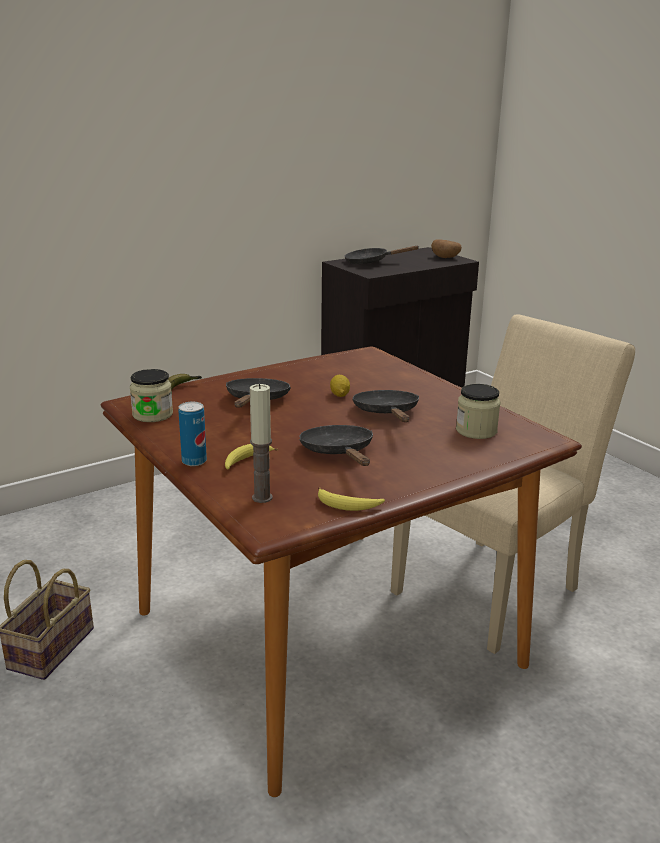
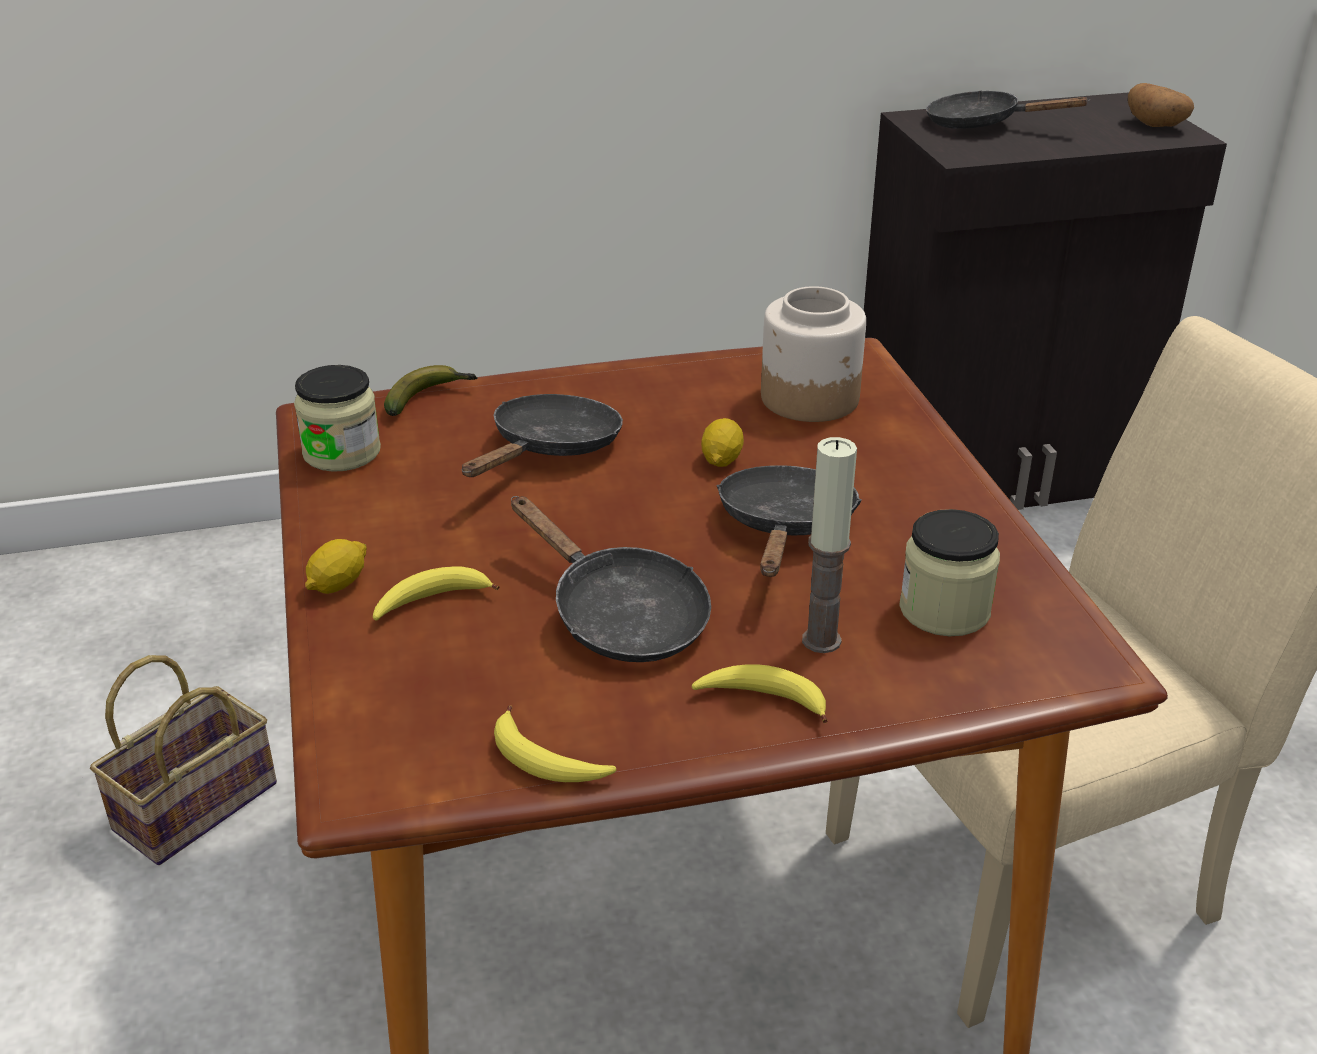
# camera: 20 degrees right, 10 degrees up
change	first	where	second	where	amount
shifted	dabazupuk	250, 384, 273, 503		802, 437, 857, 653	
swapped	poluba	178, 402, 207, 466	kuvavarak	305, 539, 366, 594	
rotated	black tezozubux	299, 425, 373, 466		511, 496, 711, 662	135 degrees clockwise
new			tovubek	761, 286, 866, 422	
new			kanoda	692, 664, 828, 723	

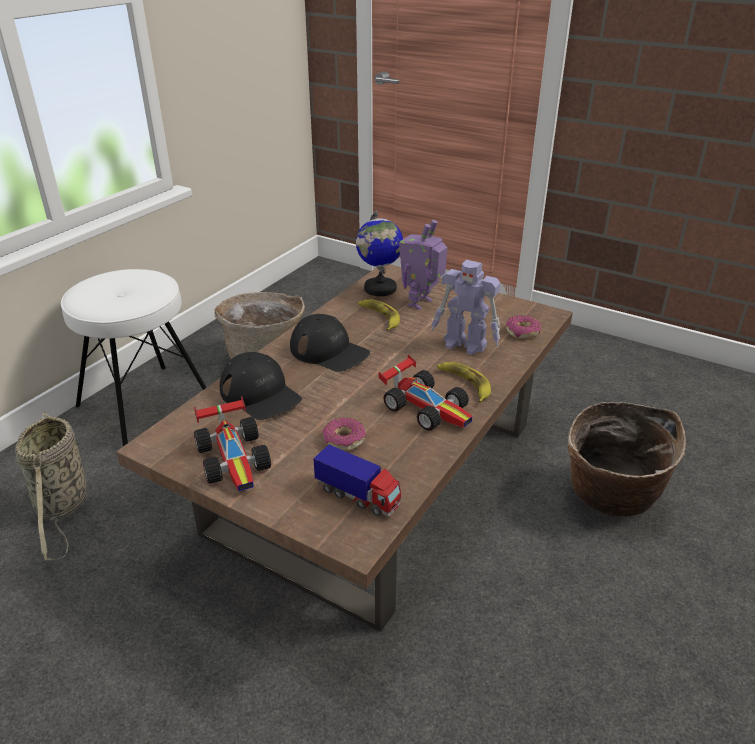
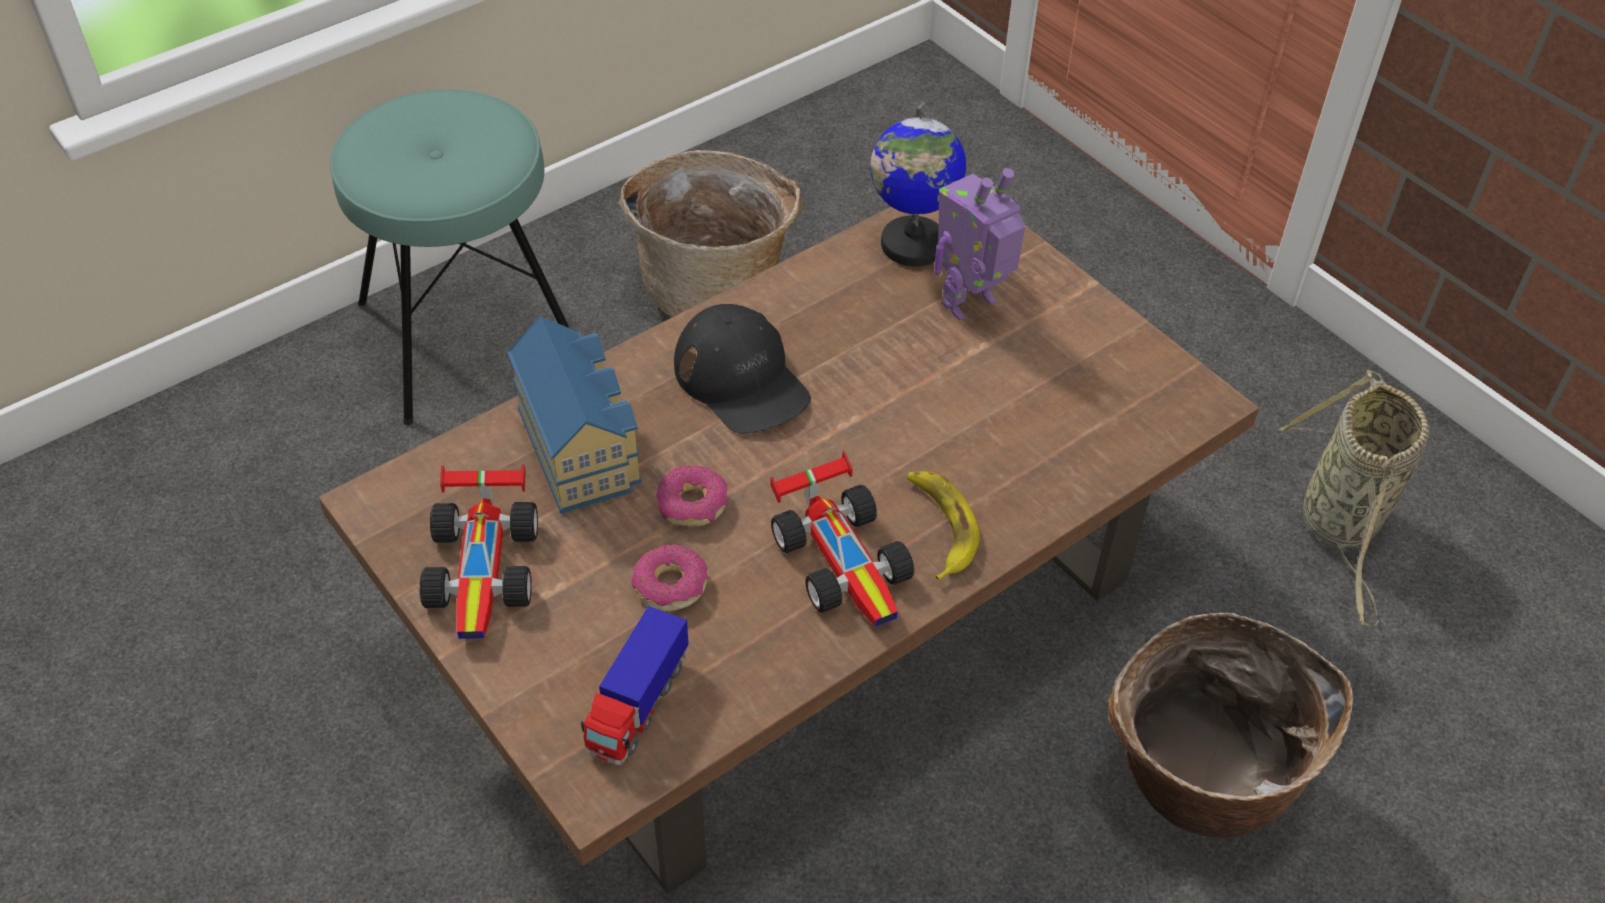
# camera: 20 degrees right, 15 degrees up
change	first	where	second	where	amount
gone	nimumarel	431, 260, 500, 355			
repainted	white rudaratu	61, 269, 207, 446	turquoise rudaratu	330, 90, 569, 425	
gone	kanoda	358, 299, 400, 331			
shifted	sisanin	506, 315, 541, 339		656, 465, 728, 527	
swapped	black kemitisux	220, 352, 302, 420	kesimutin	507, 316, 642, 514	
shifted	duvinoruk	15, 412, 87, 561		1278, 370, 1430, 627	
rotated	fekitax	313, 444, 401, 516		581, 606, 689, 765	60 degrees clockwise

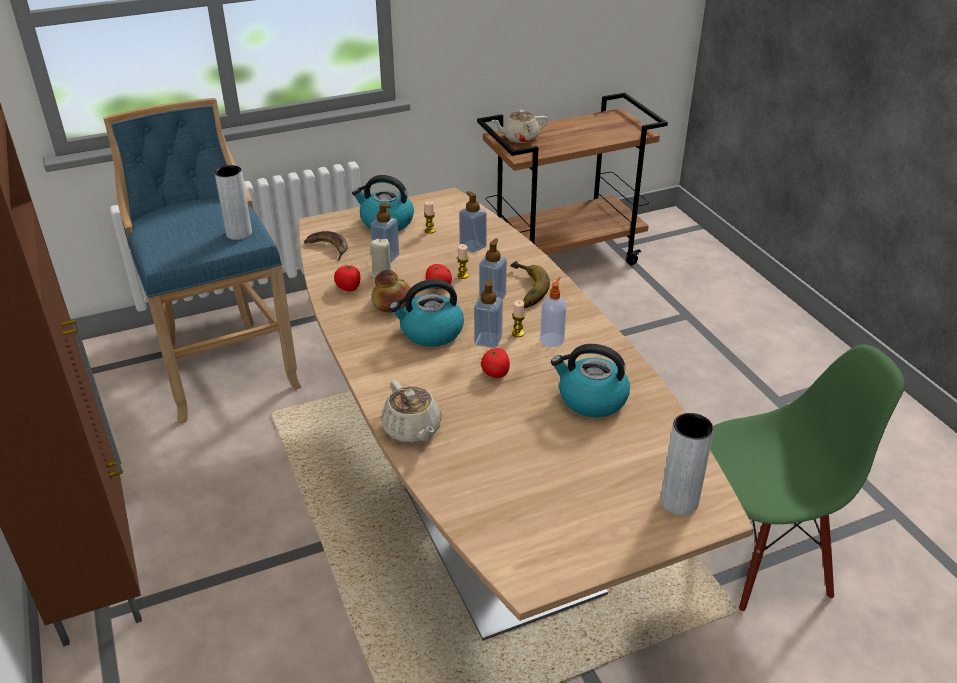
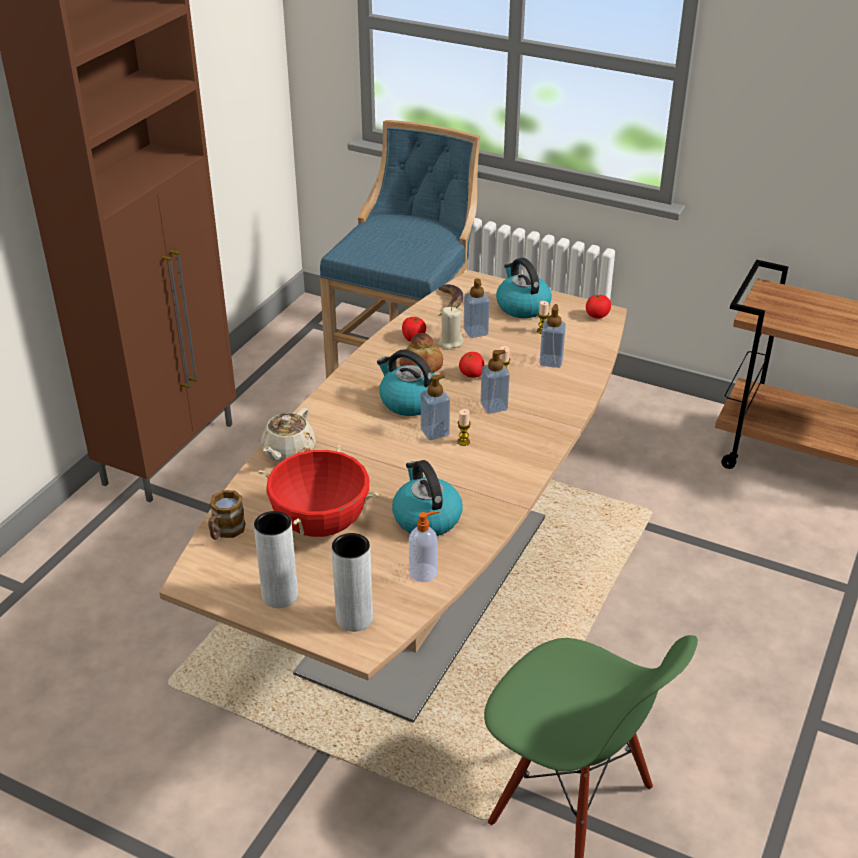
# camera: 50 degrees right, 0 degrees up
change	first	where	second	where	amount
gone	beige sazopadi	491, 110, 548, 143			
shifted	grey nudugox	215, 165, 252, 240		254, 511, 298, 608	
gone	kanoda	511, 261, 550, 308			
shifted	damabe	540, 276, 567, 347		409, 511, 439, 582	
shifted	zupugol	481, 348, 510, 378		586, 294, 611, 319	
new			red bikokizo	258, 445, 379, 537	
new			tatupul	208, 490, 246, 540	

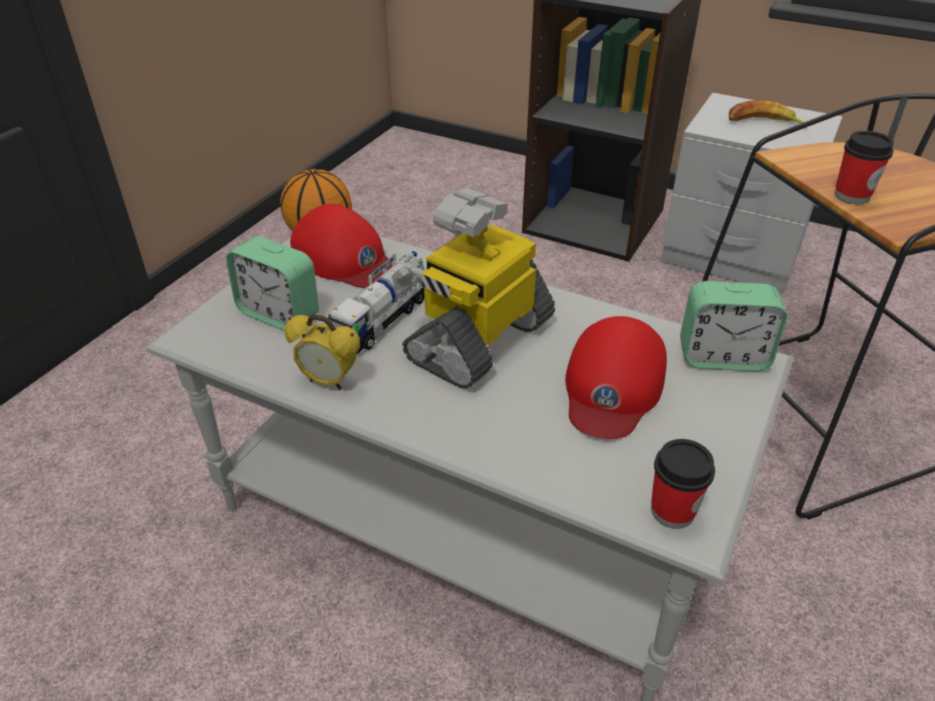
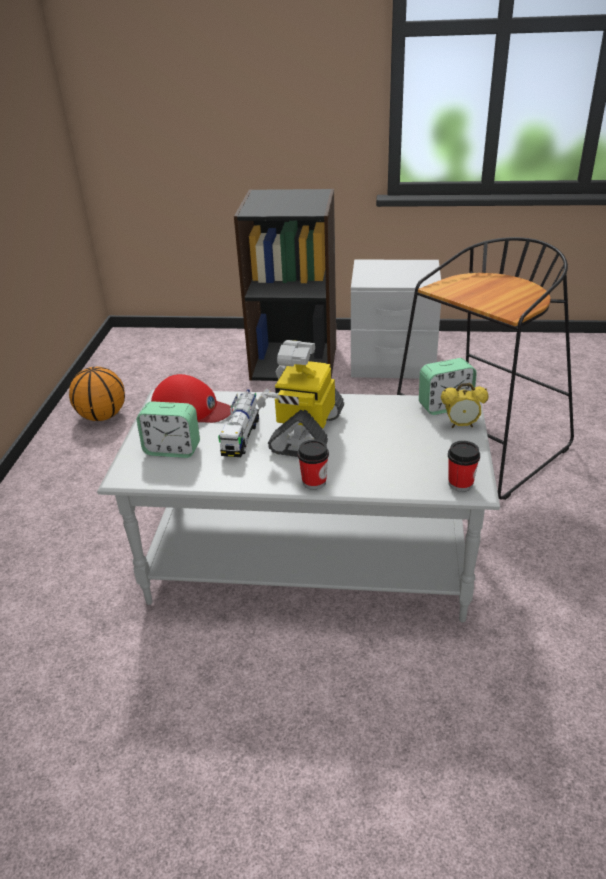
# camera: 20 degrees left, 5 degrees down
change	first	where	second	where	amount
gone	kanoda	729, 100, 803, 124			
shifted	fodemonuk	834, 131, 894, 204		298, 439, 329, 490	
shifted	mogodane	284, 314, 360, 390		441, 383, 489, 428	
gone	red kemitisux	565, 316, 667, 439			

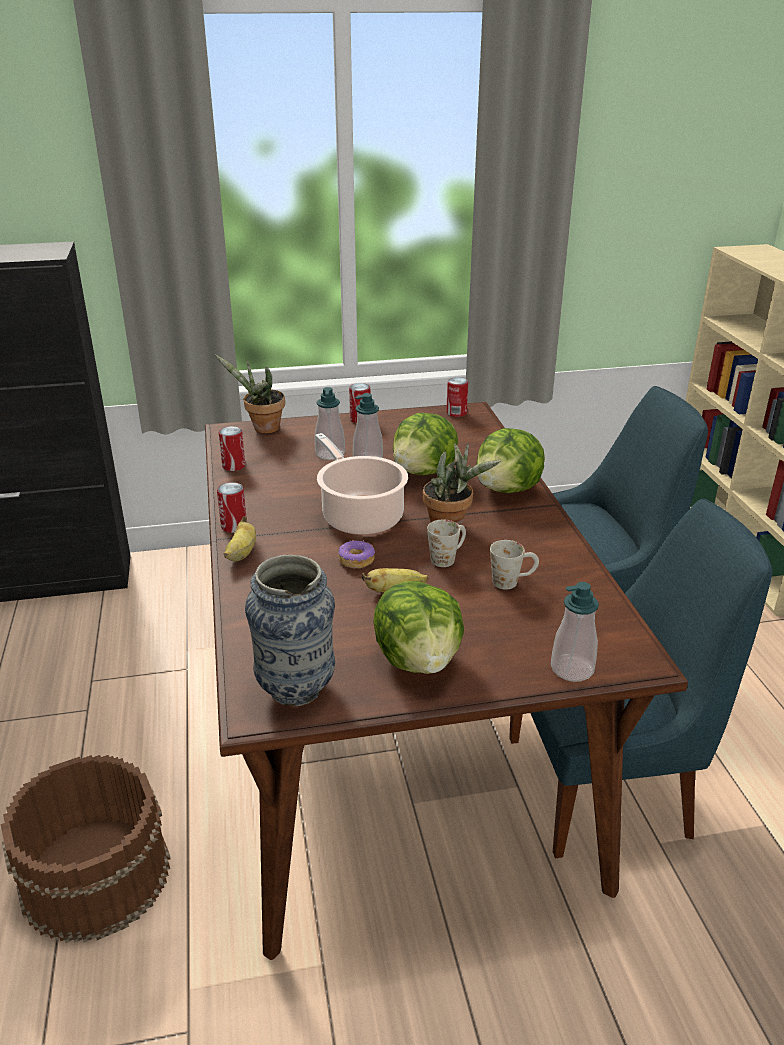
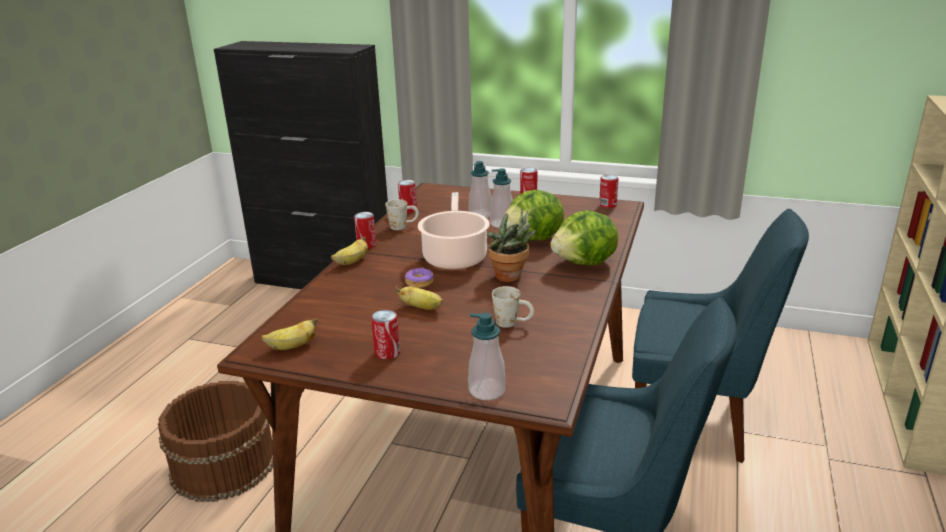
# camera: 30 degrees right, 5 degrees down
change	first	where	second	where	amount
gone	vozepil	215, 355, 285, 434			
shifted	white tatupul	427, 519, 466, 567		385, 199, 419, 230	
swapped	nudugox	245, 555, 335, 706	kanoda	261, 318, 318, 350	
swapped	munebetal	373, 581, 464, 674	poluba	371, 310, 400, 360	

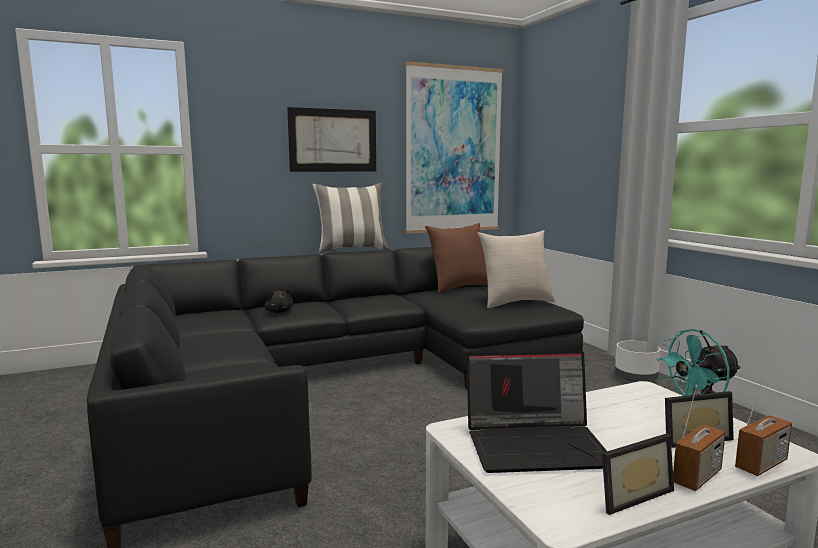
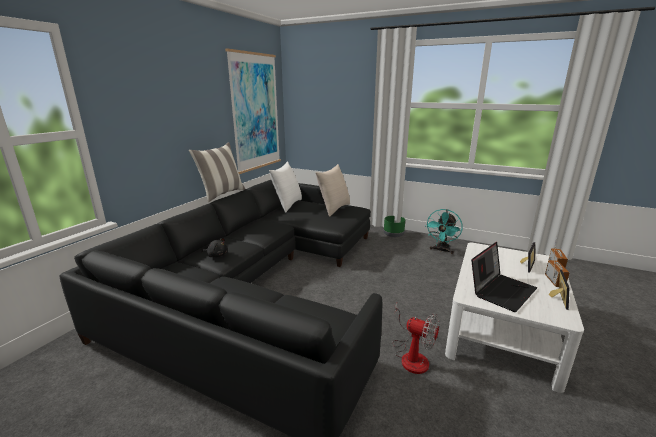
# camera: 40 degrees left, 10 degrees up
change	first	where	second	where	amount
gone	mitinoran	287, 107, 376, 172			
repainted	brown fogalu	425, 223, 488, 294	white fogalu	269, 161, 302, 213	
repainted	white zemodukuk	615, 341, 661, 382	green zemodukuk	384, 216, 405, 237	
new			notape	392, 303, 440, 374	

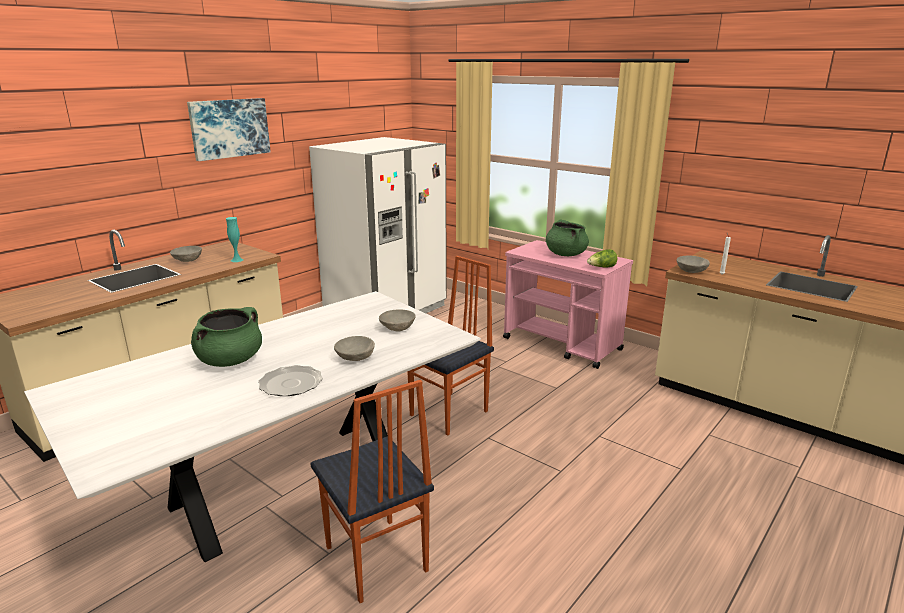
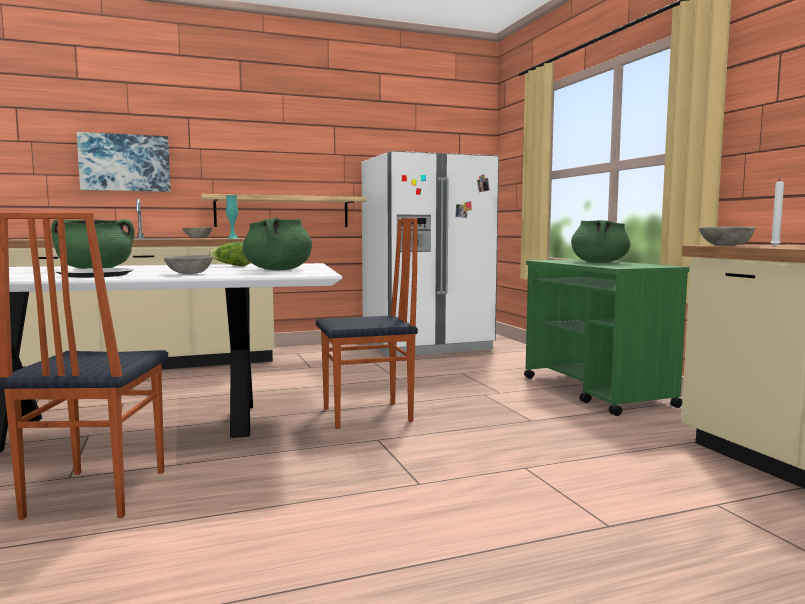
# camera: 30 degrees right, 15 degrees down
change	first	where	second	where	amount
shifted	mitinoran	187, 98, 271, 161		77, 132, 171, 192	
repainted	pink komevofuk	503, 240, 633, 369	green komevofuk	524, 259, 689, 416	
shifted	munebetal	587, 249, 618, 268		209, 241, 250, 266	
swapped	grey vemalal	379, 309, 416, 331	green bikokizo	243, 218, 312, 270	
new			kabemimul	201, 194, 366, 227	

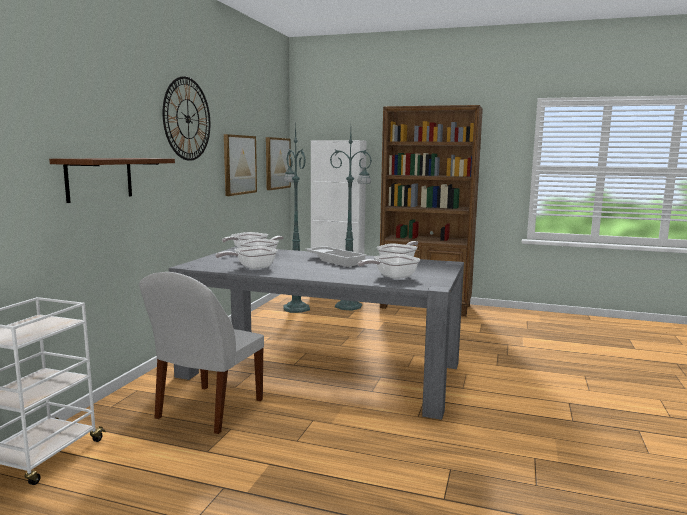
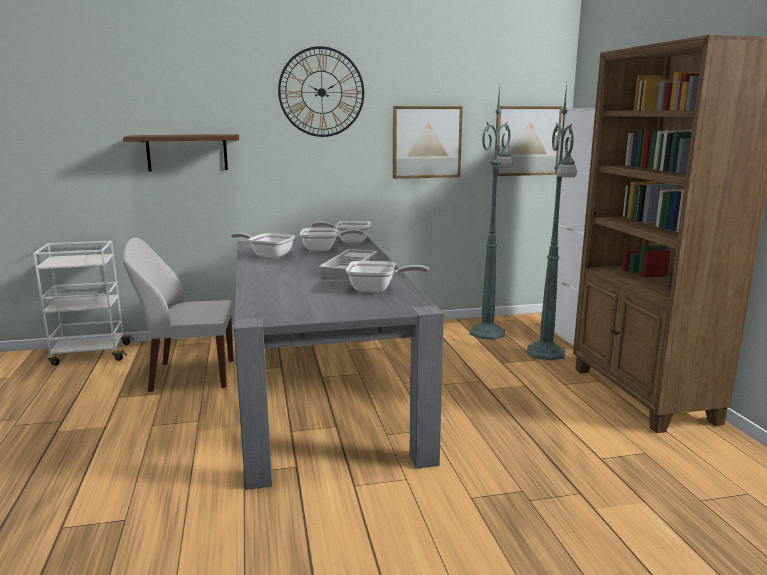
# camera: 60 degrees right, 5 degrees up
change	first	where	second	where	amount
gone	tezozubux	358, 254, 420, 279			

